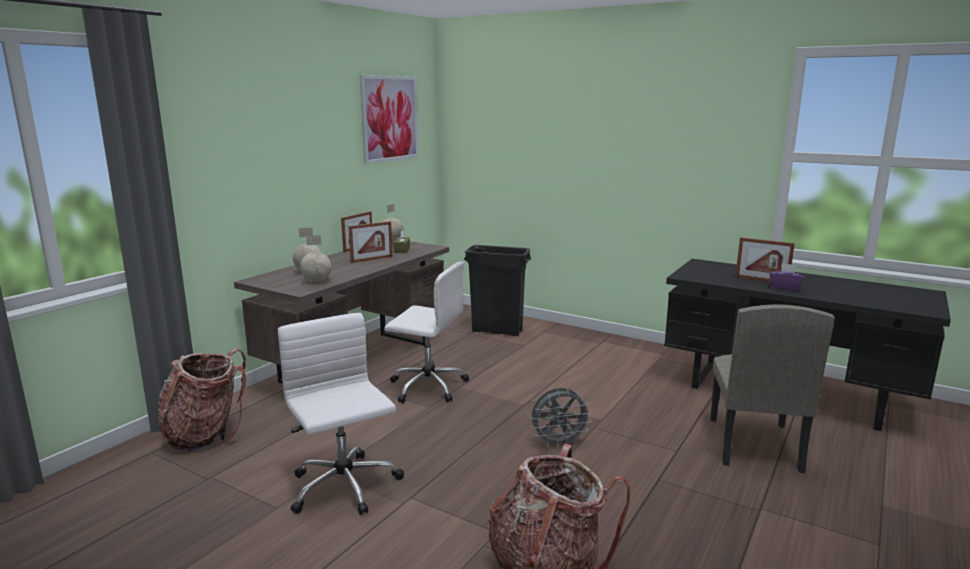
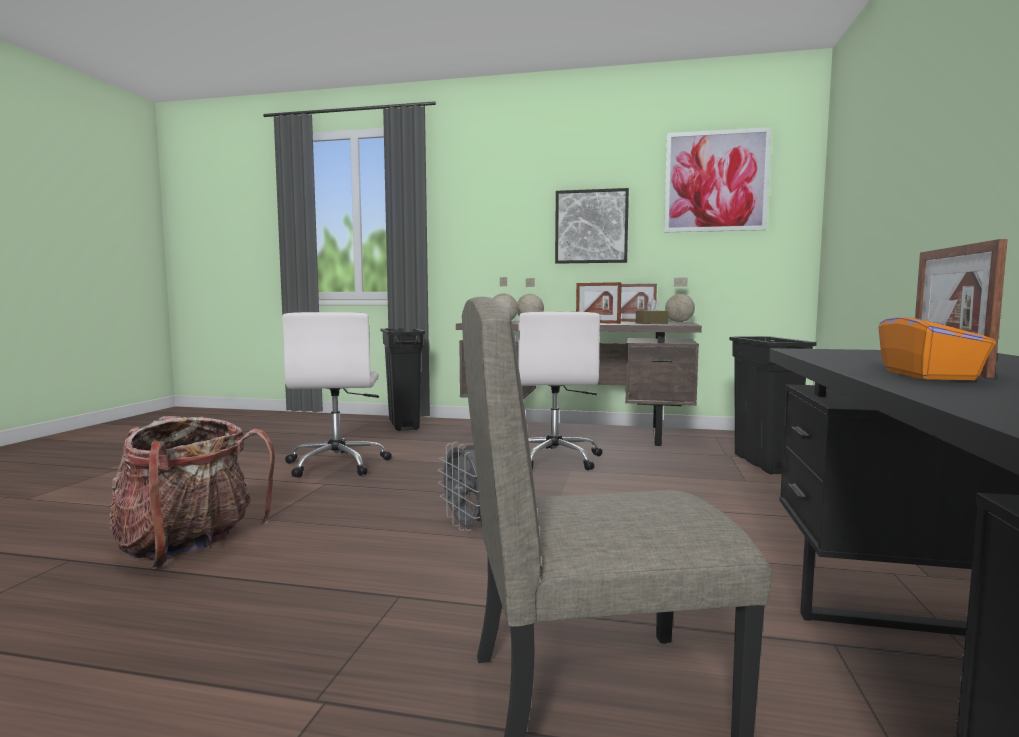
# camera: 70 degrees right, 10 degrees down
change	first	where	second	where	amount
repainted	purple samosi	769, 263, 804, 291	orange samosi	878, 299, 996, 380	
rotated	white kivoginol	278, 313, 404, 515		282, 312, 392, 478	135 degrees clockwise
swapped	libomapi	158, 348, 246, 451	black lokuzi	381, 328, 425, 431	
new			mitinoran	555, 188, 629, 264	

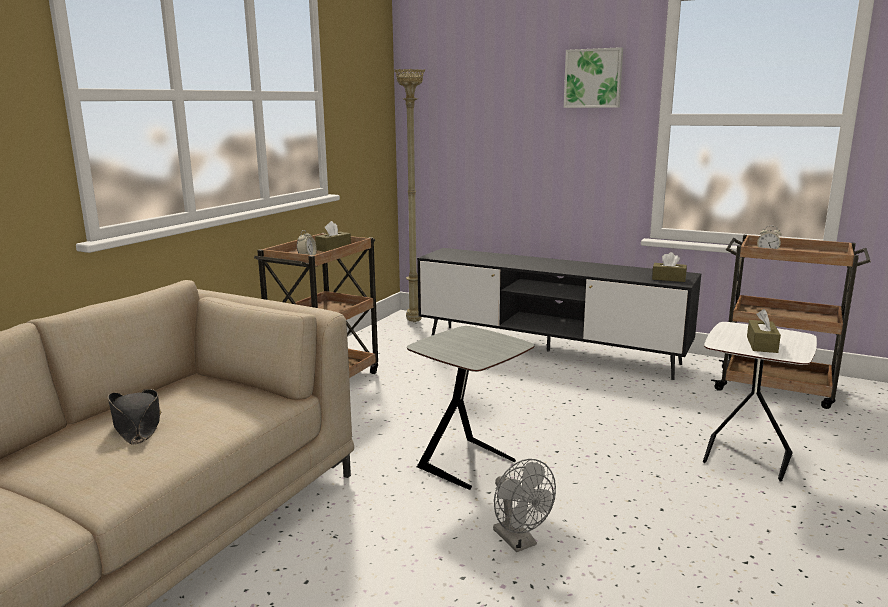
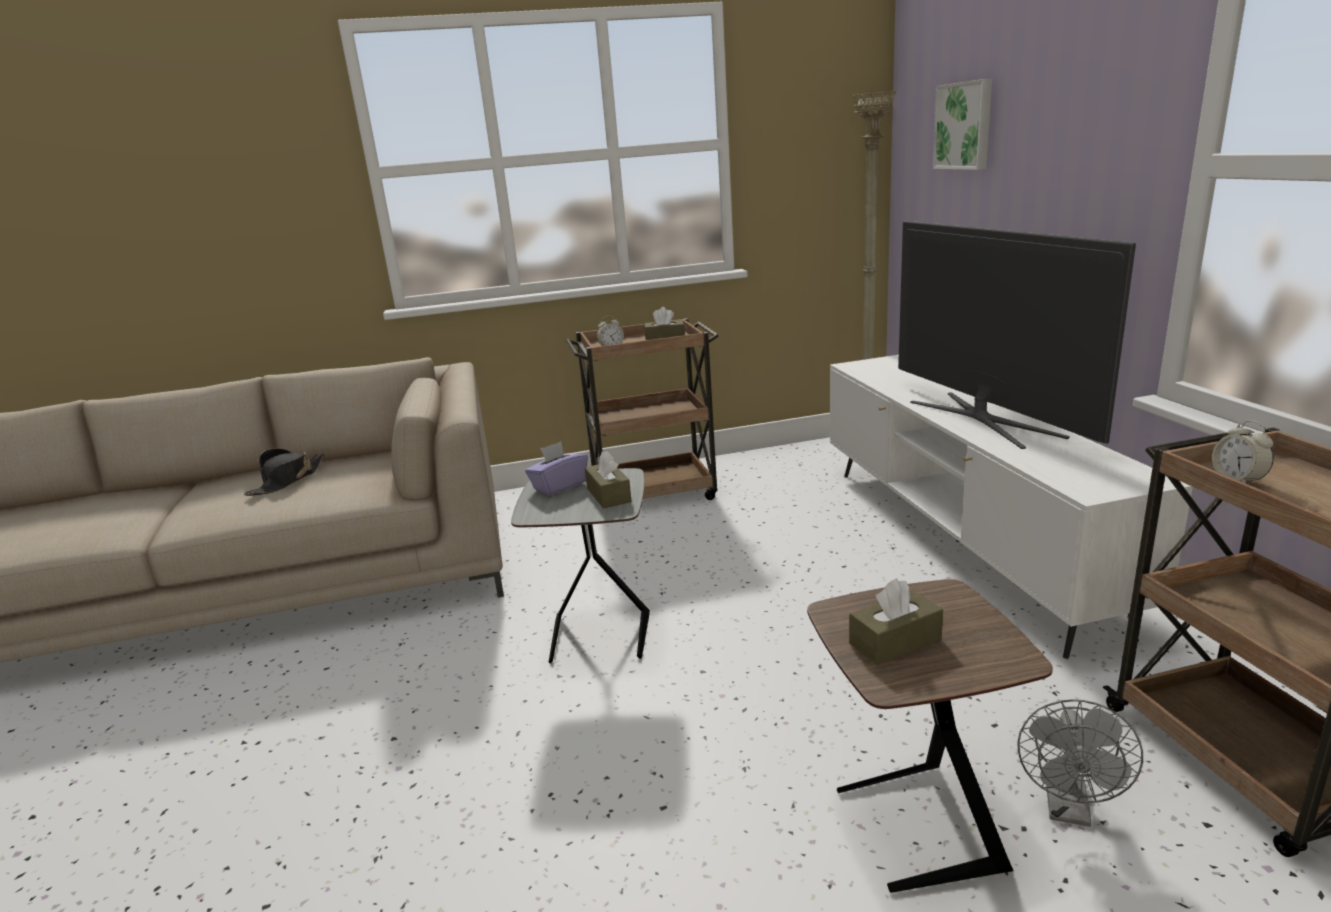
# camera: 50 degrees right, 5 degrees up
change	first	where	second	where	amount
shifted	mitinoran	564, 47, 623, 108		933, 79, 992, 170	
repainted	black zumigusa	417, 248, 702, 380	white zumigusa	830, 355, 1193, 659	
shifted	brown samosi	652, 252, 687, 282		585, 451, 632, 508	
repainted	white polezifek	703, 322, 817, 481	brown polezifek	807, 579, 1053, 893	
shifted	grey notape	493, 459, 556, 552		1017, 700, 1143, 827	
new			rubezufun	898, 221, 1136, 449	
new			purple samosi	525, 442, 588, 496	

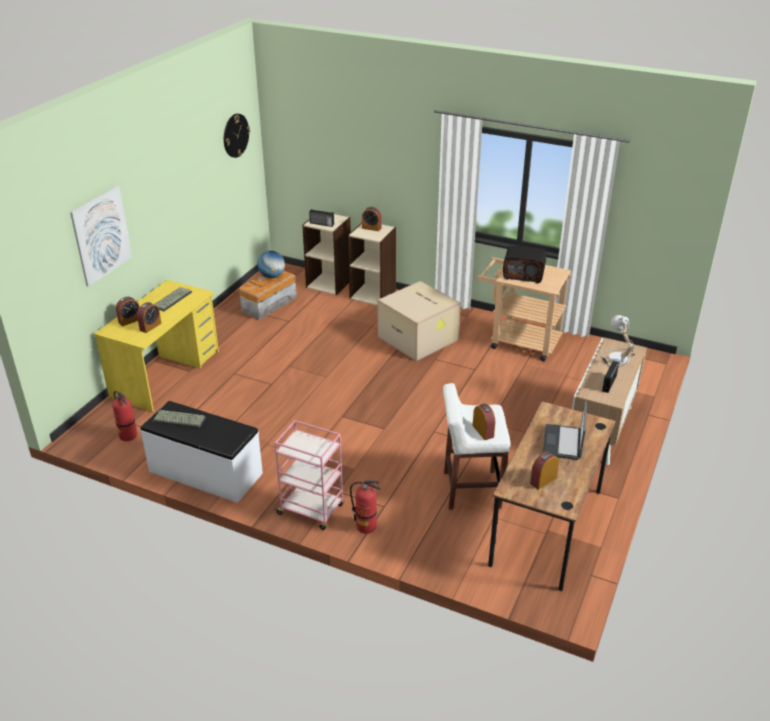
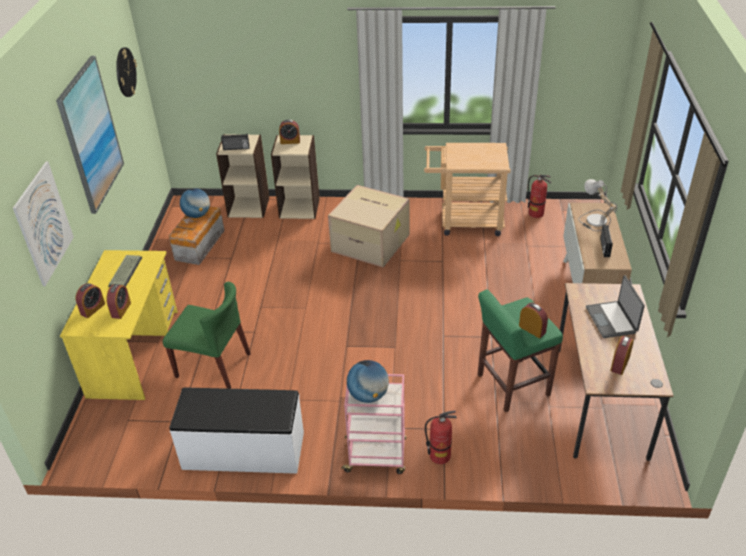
# camera: 20 degrees left, 5 degrees up
change	first	where	second	where	amount
gone	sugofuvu	503, 246, 546, 283			
repainted	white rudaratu	443, 383, 511, 510	green rudaratu	477, 289, 563, 412	
shifted	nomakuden	112, 391, 137, 441		527, 175, 551, 218	
gone	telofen	152, 410, 206, 428			
new			mitinoran	56, 56, 124, 214	
new			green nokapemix	163, 282, 251, 389	
new			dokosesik	347, 360, 389, 403	

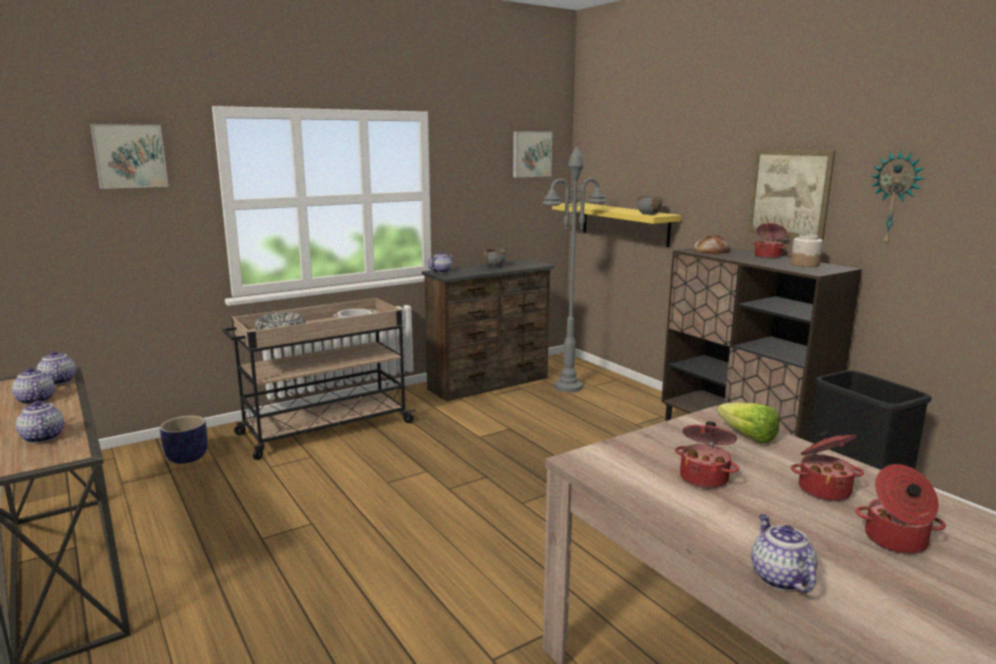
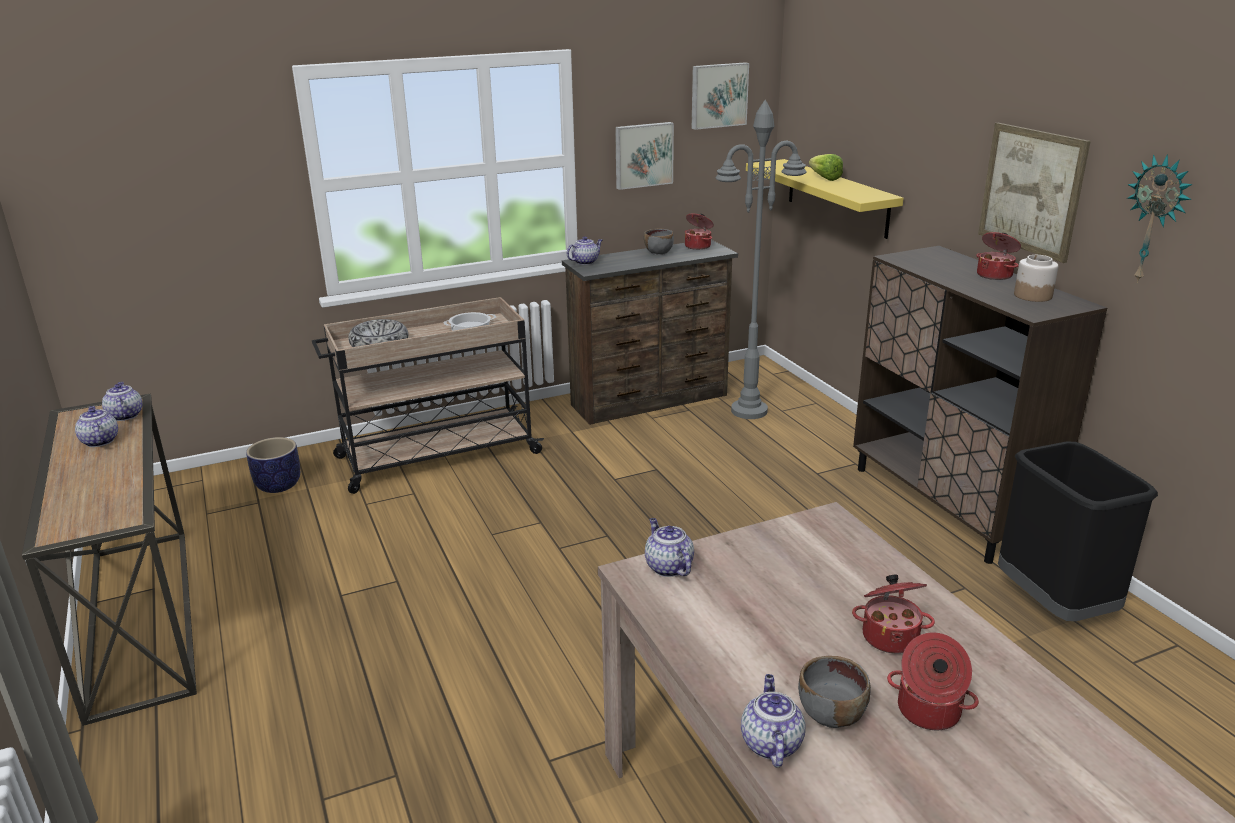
# camera: 10 degrees right, 10 degrees up
change	first	where	second	where	amount
shifted	mitinoran	90, 124, 169, 189		615, 122, 674, 190	
shifted	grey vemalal	637, 196, 662, 215		798, 656, 871, 728	
gone	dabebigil	693, 235, 730, 254			
shifted	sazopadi	16, 401, 64, 443		645, 518, 694, 577	
shifted	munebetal	717, 402, 780, 444		809, 154, 843, 181	
shifted	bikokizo	675, 421, 739, 489		685, 213, 714, 250	

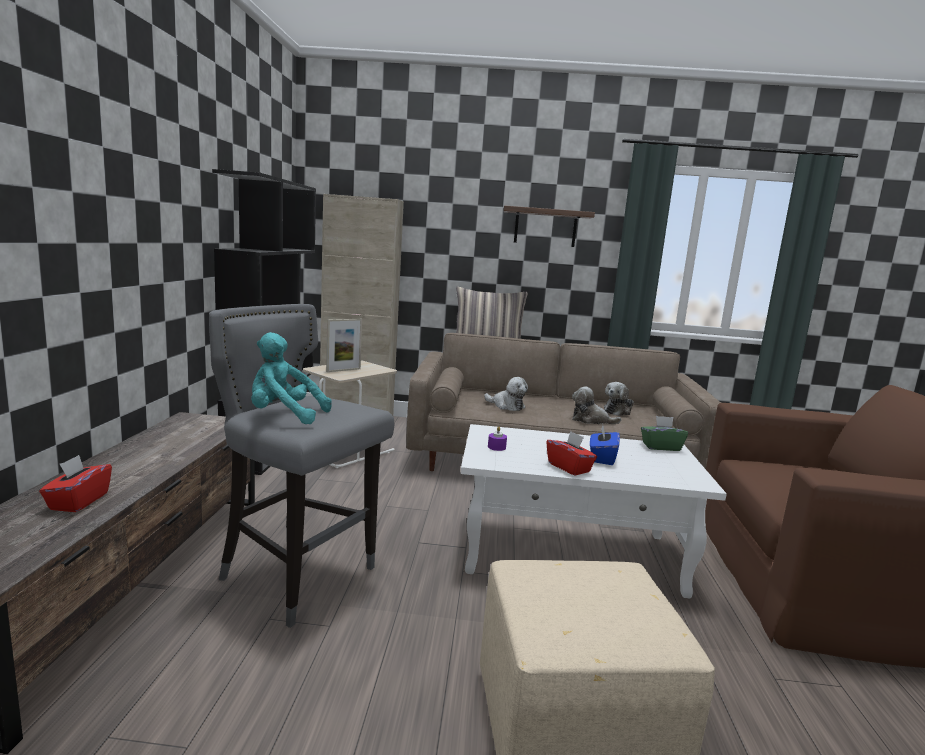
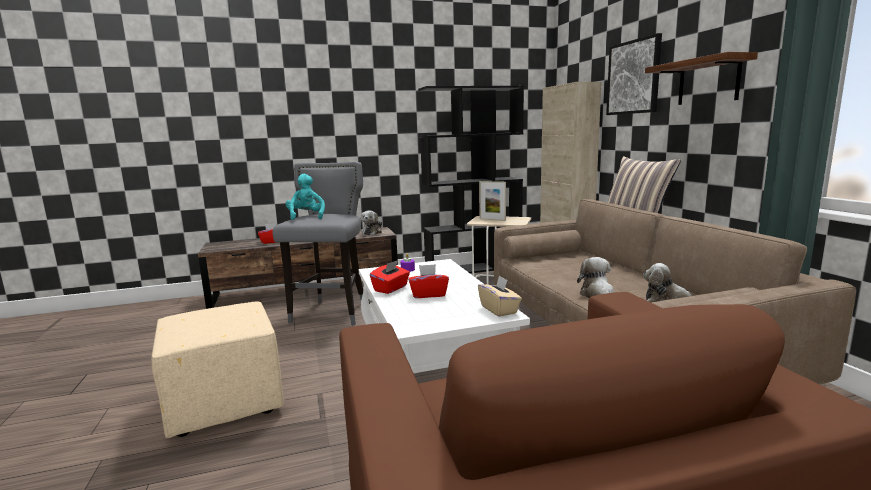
# camera: 70 degrees right, 0 degrees up
change	first	where	second	where	amount
shifted	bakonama	484, 377, 528, 411		361, 211, 382, 235	
repainted	green samosi	641, 416, 688, 451	beige samosi	478, 275, 522, 317	
repainted	blue samosi	590, 425, 620, 465	red samosi	408, 264, 449, 298	
new			mitinoran	606, 33, 662, 115	

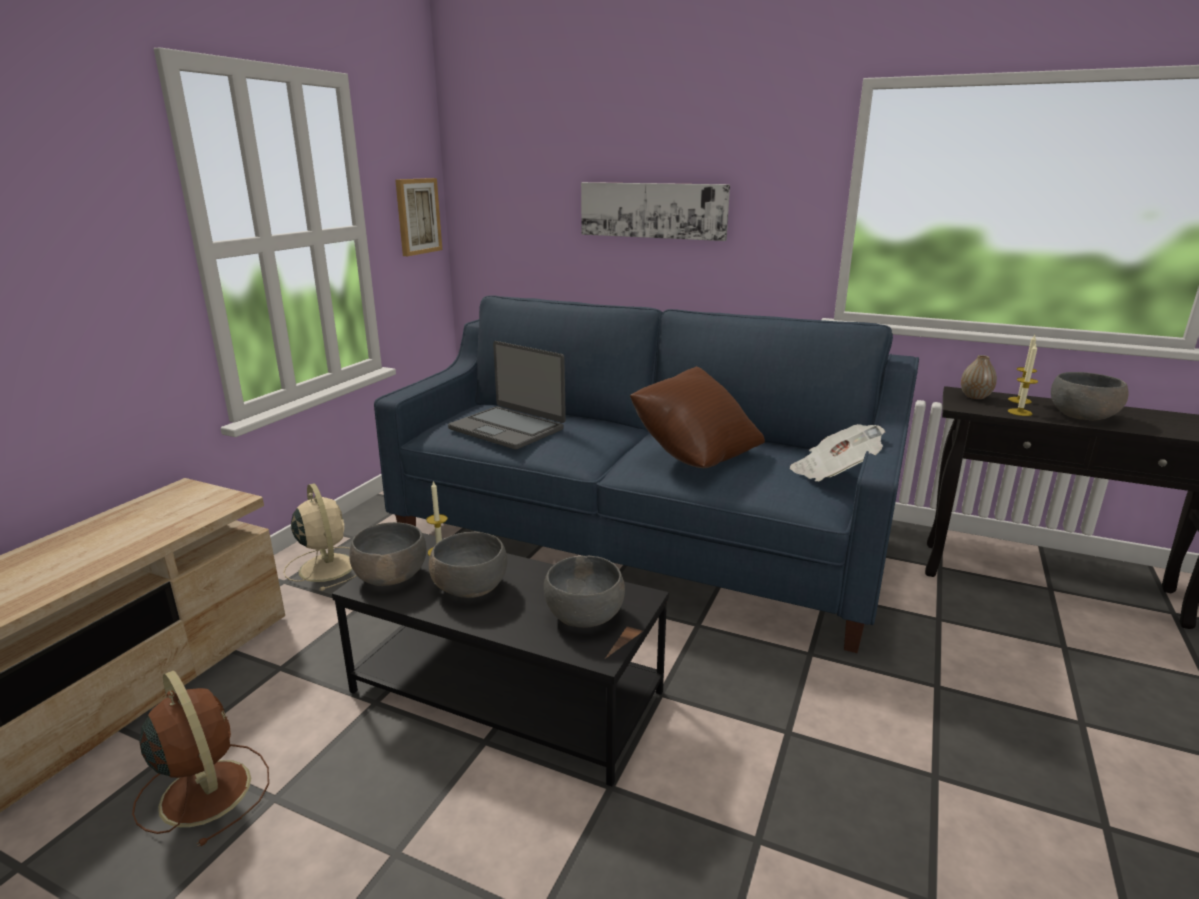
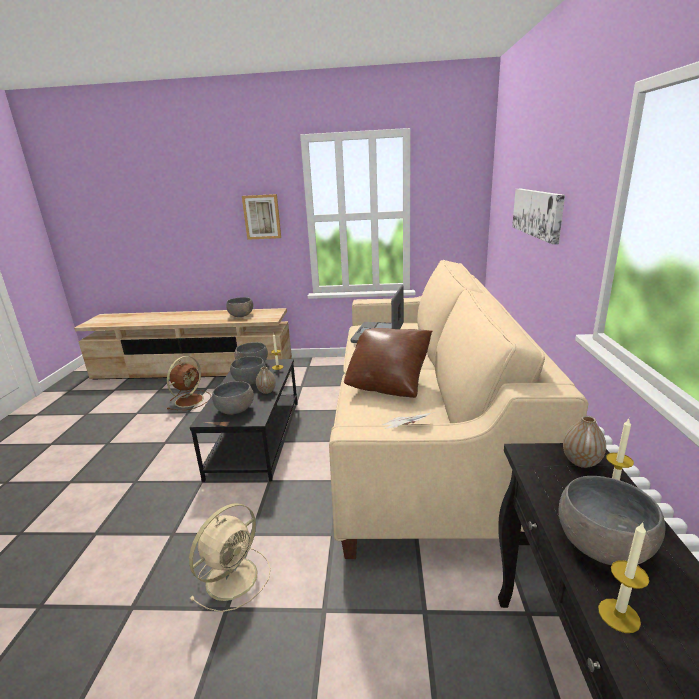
# camera: 70 degrees right, 0 degrees up
change	first	where	second	where	amount
shifted	mitinoran	395, 178, 442, 256		242, 194, 281, 240	
repainted	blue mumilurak	374, 295, 919, 653	beige mumilurak	329, 260, 588, 559	
shifted	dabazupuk	1008, 344, 1038, 416		598, 522, 649, 633	
shifted	beige notape	283, 483, 357, 591		189, 503, 271, 612	
new			grey vemalal	226, 297, 253, 317	
new			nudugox	256, 367, 276, 394	

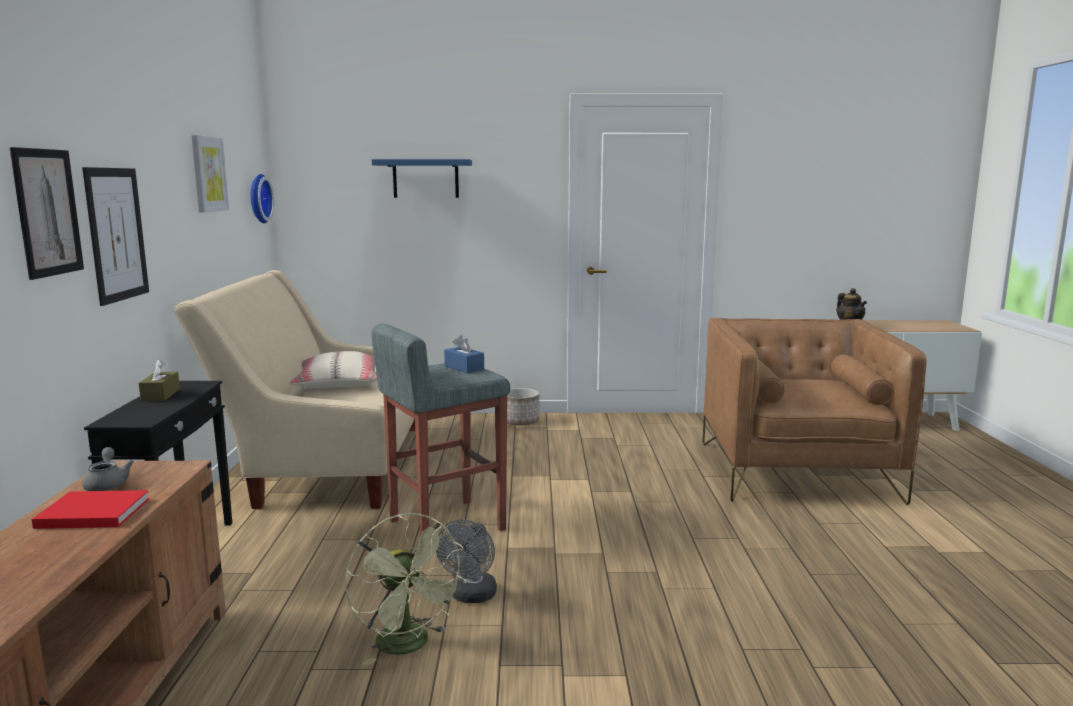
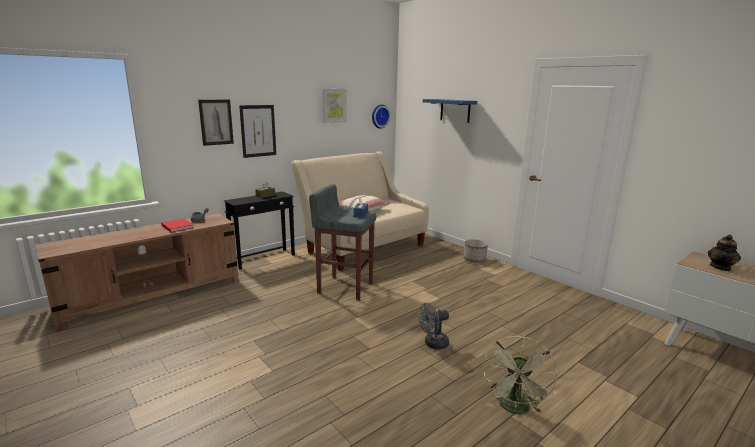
# camera: 50 degrees right, 5 degrees up
change	first	where	second	where	amount
gone	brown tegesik	702, 318, 927, 505			
shifted	green notape	345, 513, 466, 666		484, 336, 558, 414	
shifted	grey notape	436, 519, 497, 603		418, 303, 449, 350	

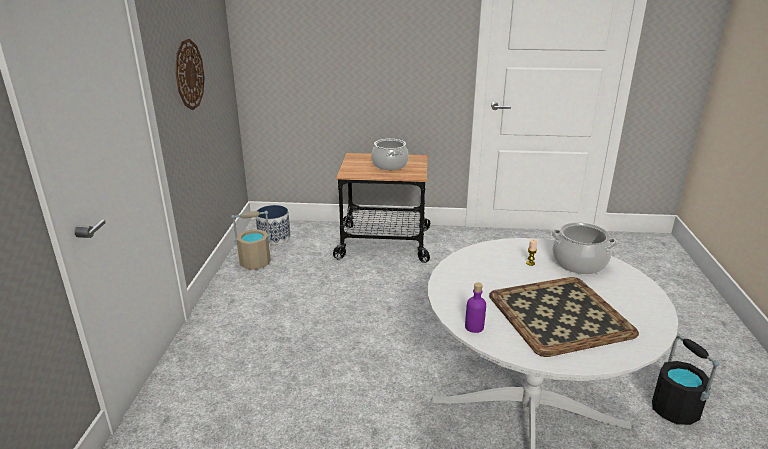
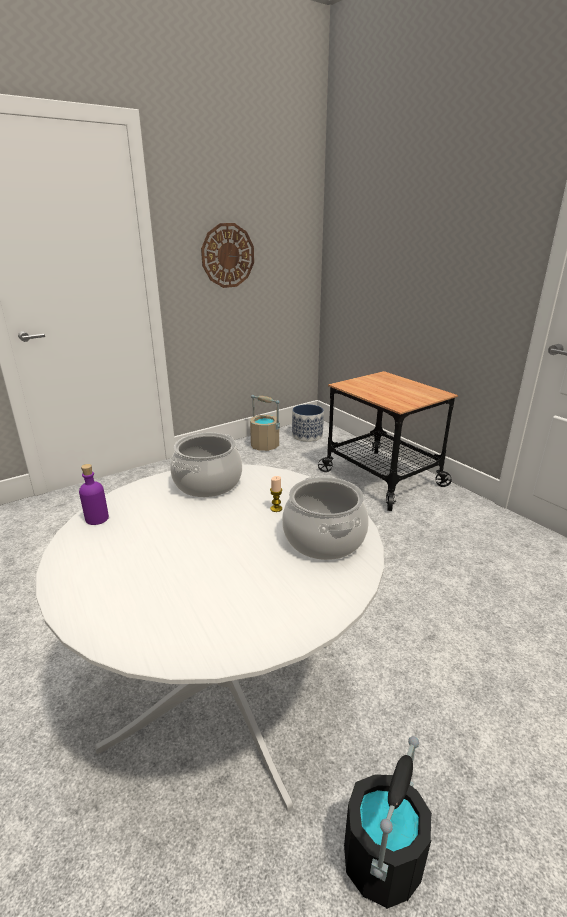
# camera: 50 degrees right, 0 degrees up
change	first	where	second	where	amount
shifted	bikokizo	371, 139, 409, 170		170, 433, 242, 497	
gone	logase	489, 277, 639, 357			

